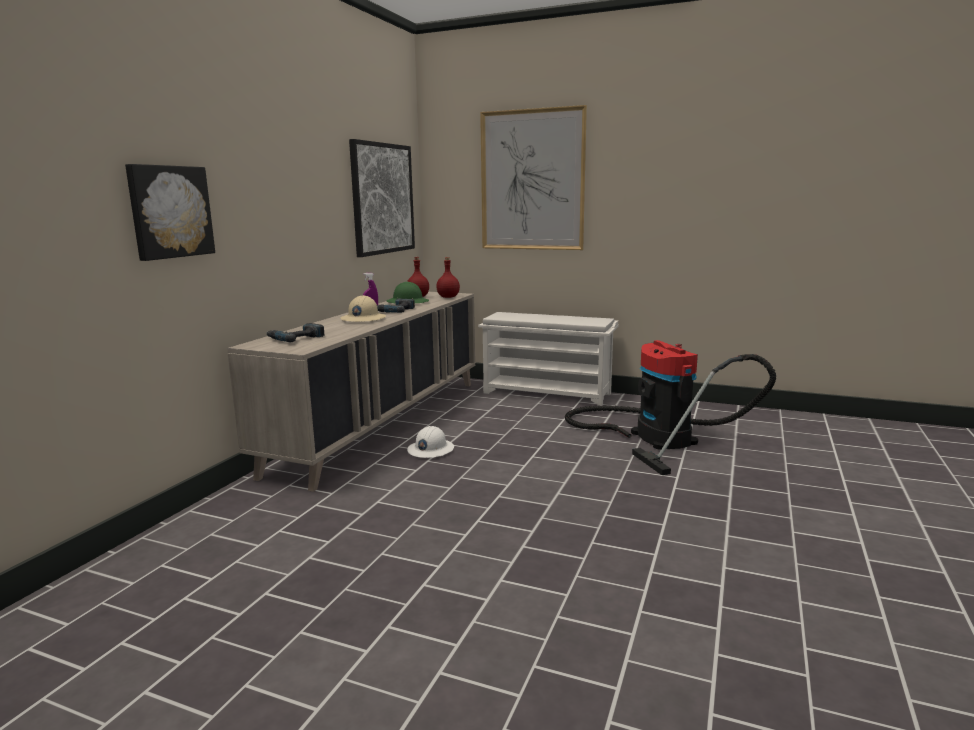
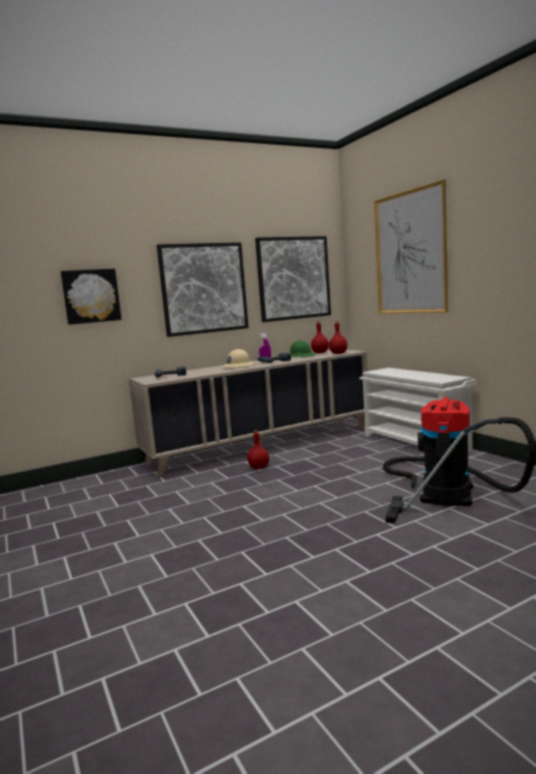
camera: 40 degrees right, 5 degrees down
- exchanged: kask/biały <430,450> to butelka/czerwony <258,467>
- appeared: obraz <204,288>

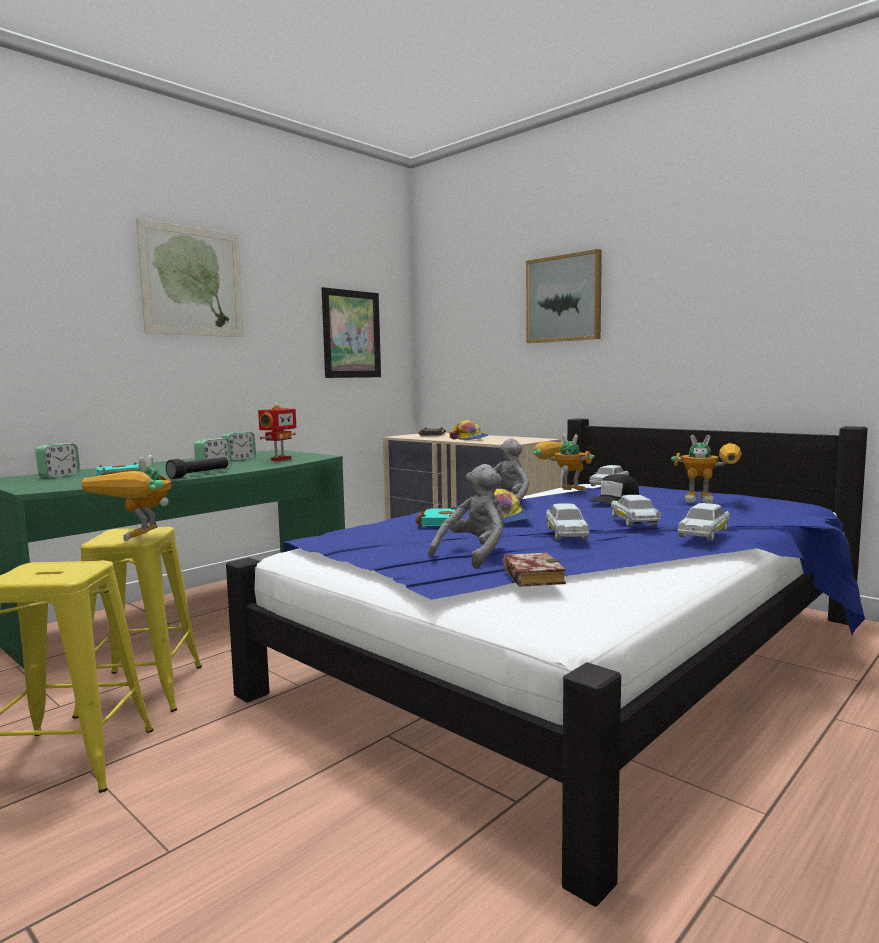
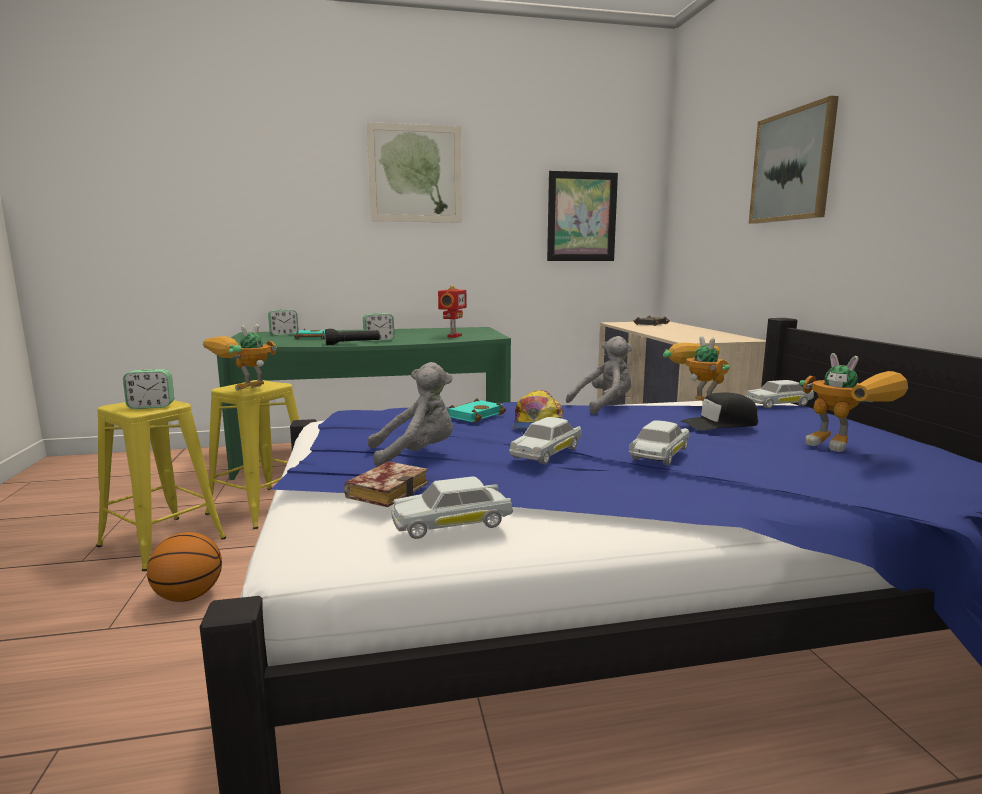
camera: 35 degrees right, 5 degrees up
- relocated: budzik <239,459> to <151,406>
- spun: robot zabawkowy <279,459> = <453,336> 45 degrees counterclockwise
- missing: czapka z daszkiem <469,438>
- relocated: samochodzik/biały <703,533> to <452,523>
- appeared: piłka do koszykówki <188,596>

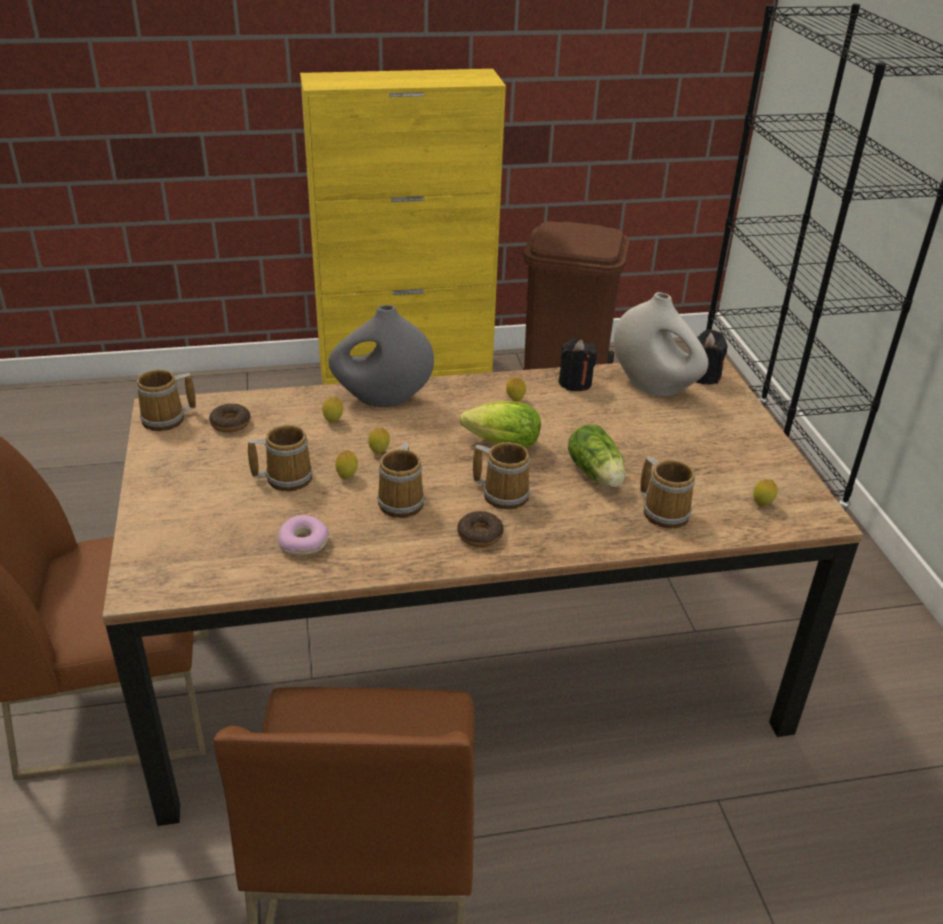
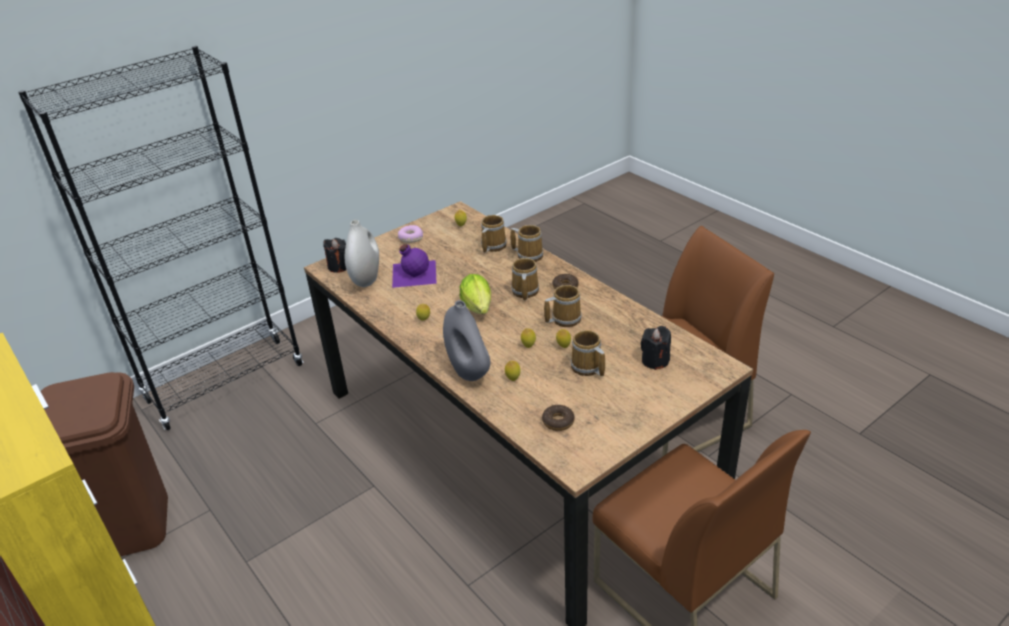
camera: 115 degrees left, 0 degrees up
- relocated: kubek <167,419> to <529,255>
- relocated: donut <304,542> to <410,238>
- relocated: świeca/czarny <575,383> to <655,361>
- missing: sałata <597,475>
- appeared: butelka/fioletowy <413,273>

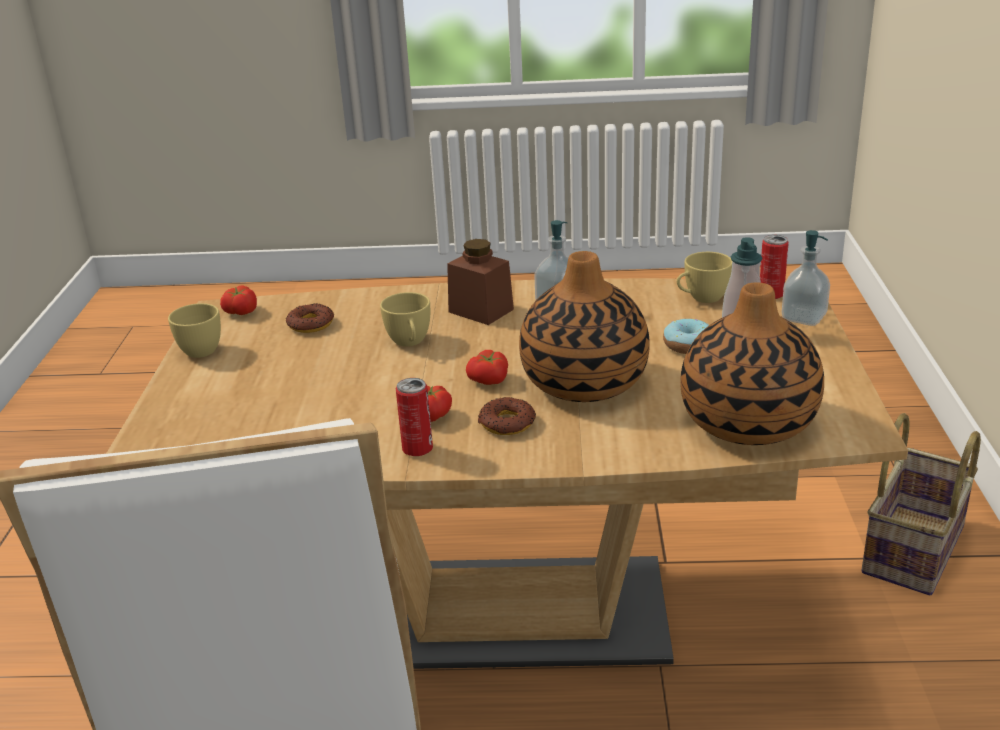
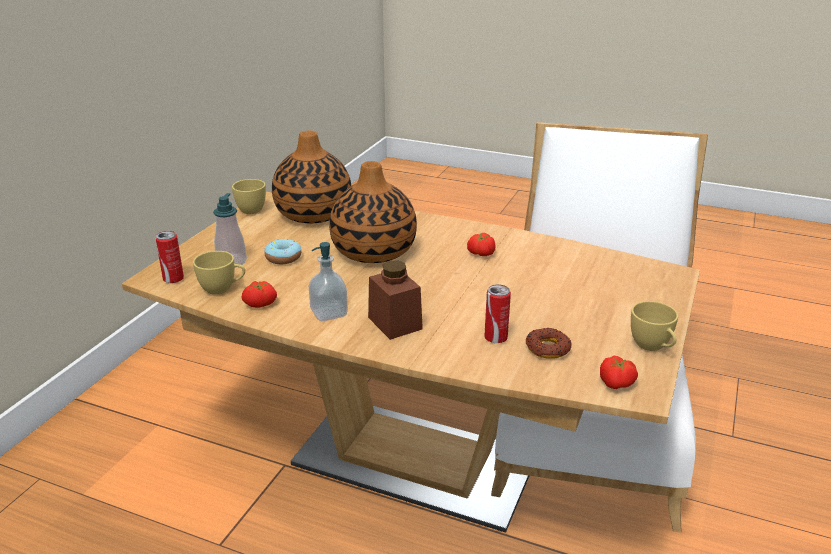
camera: 160 degrees left, 0 degrees up
- relocated: filiżanka/żółty <410,343> to <252,209>
- relocated: puszka <417,449> to <496,338>
- relocated: pomidor <490,381> to <260,303>
- missing: donut <507,423>
- missing: dozownik mydła <803,317>
- missing: koszyk <915,550>

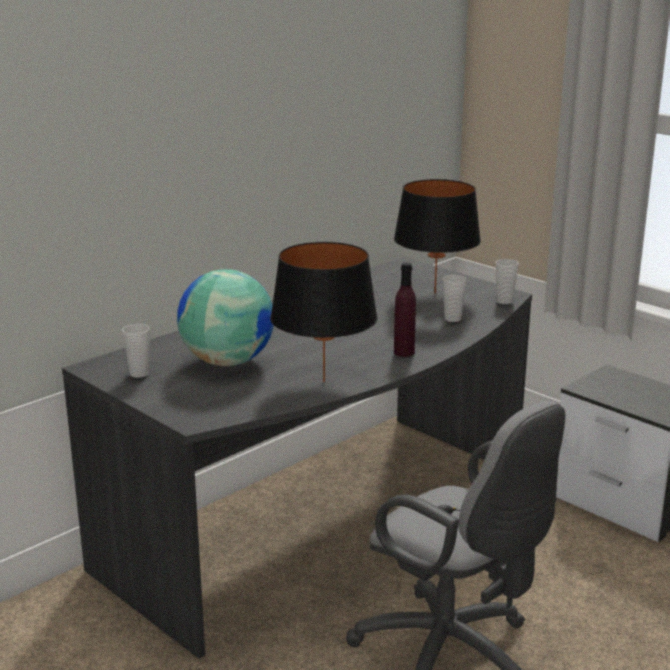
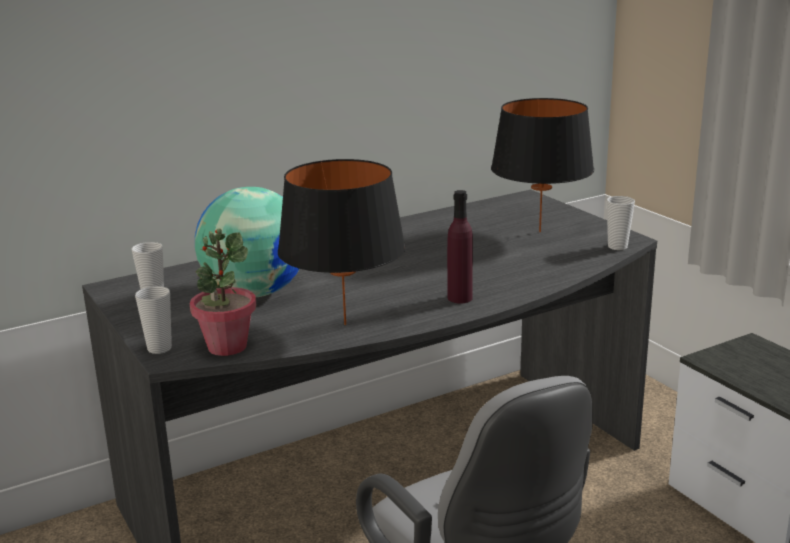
camera: 15 degrees right, 0 degrees up
- relocated: filiżanka <452,319> to <159,348>
- appeared: roślina doniczkowa <227,346>

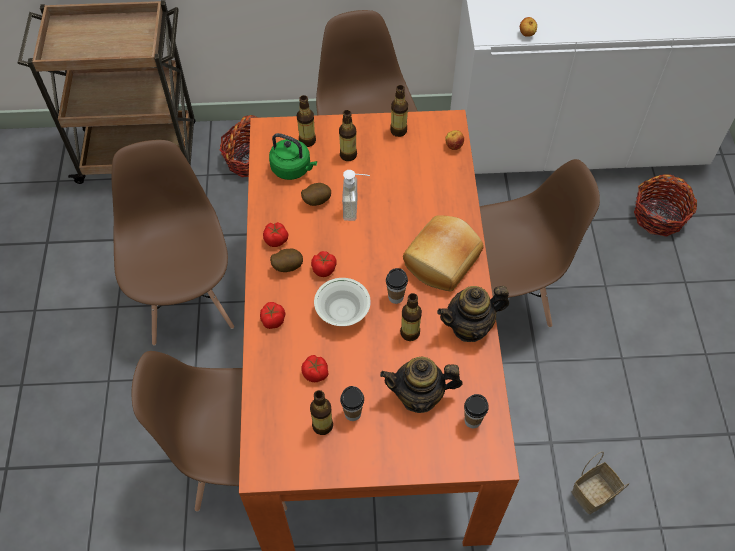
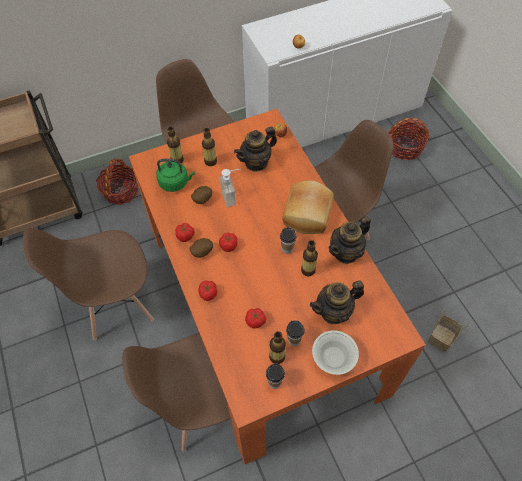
camera: 20 degrees left, 0 degrees up
- spun: krzesło/brązowy <189,301> = <116,304> 75 degrees counterclockwise
- relocated: miska/biały <342,312> to <333,358>
- missing: butelka <398,130>
- relocated: filiżanka <472,420> to <274,382>
- appeared: imbryk <256,162>

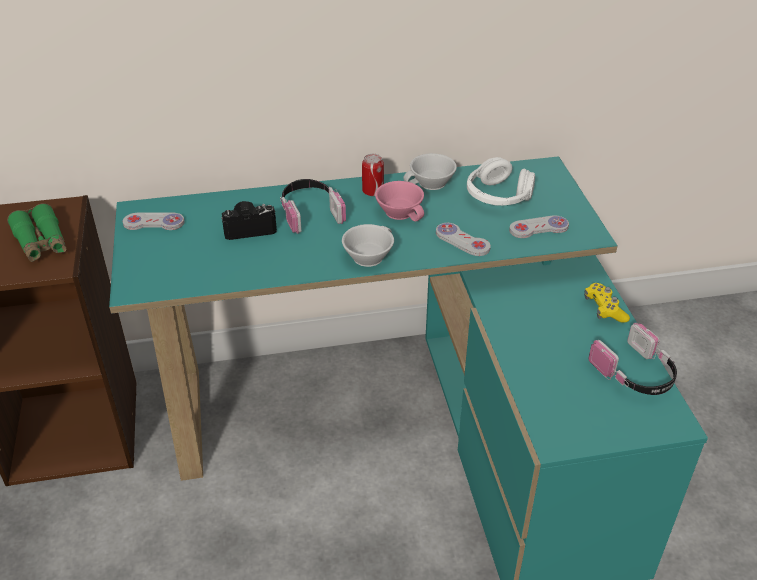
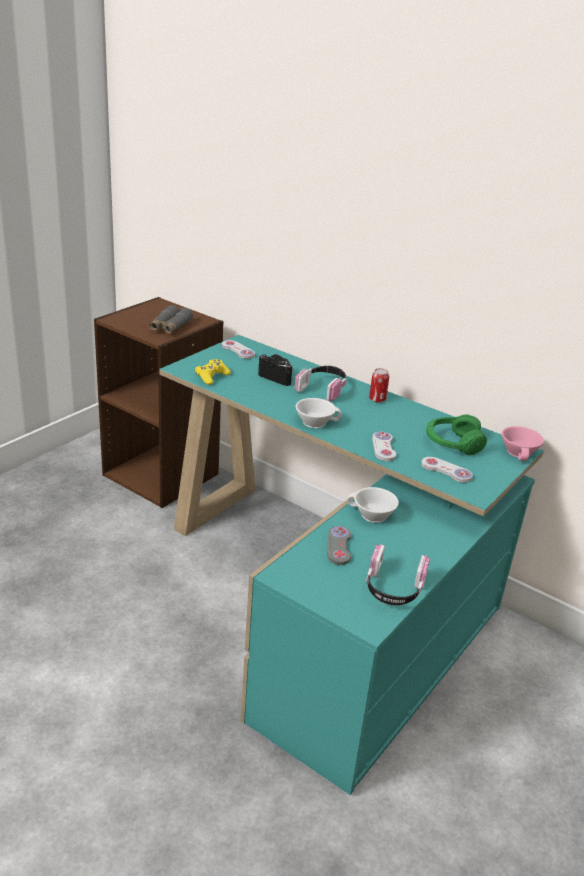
camera: 45 degrees right, 10 degrees down
- colour: lornetka/zielony <41,242> to lornetka/szary <170,327>
- relocated: filiżanka/różowy <401,211> to <520,452>
- relocated: filiżanka/biały <431,184> to <371,515>
- colour: słuchawki/biały <498,196> to słuchawki/zielony <453,443>
- relocated: pad do gier/żółty <604,309> to <212,377>
- appeared: pad do gier/szary <339,546>

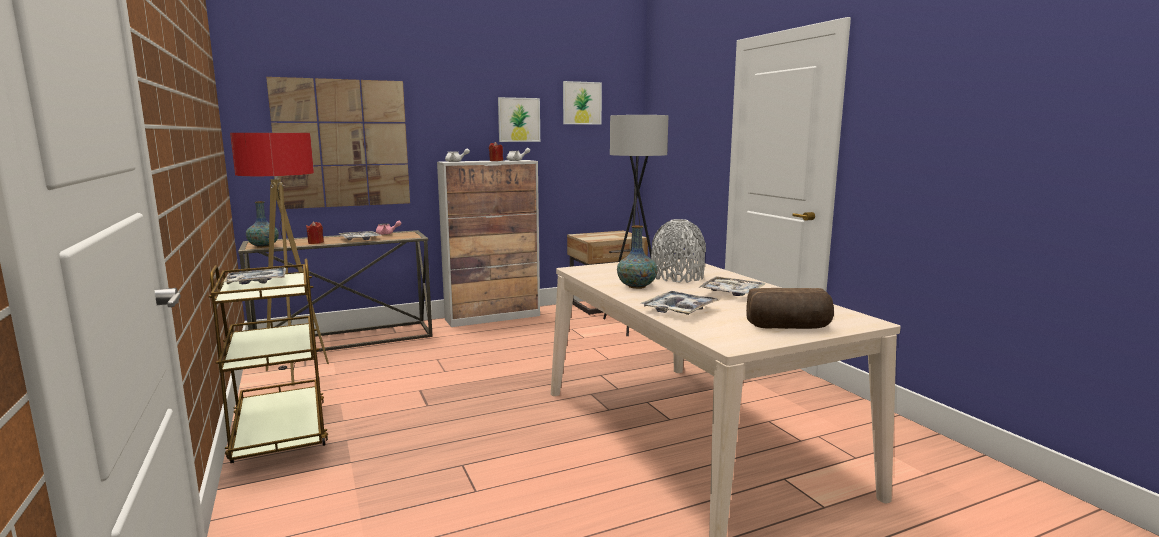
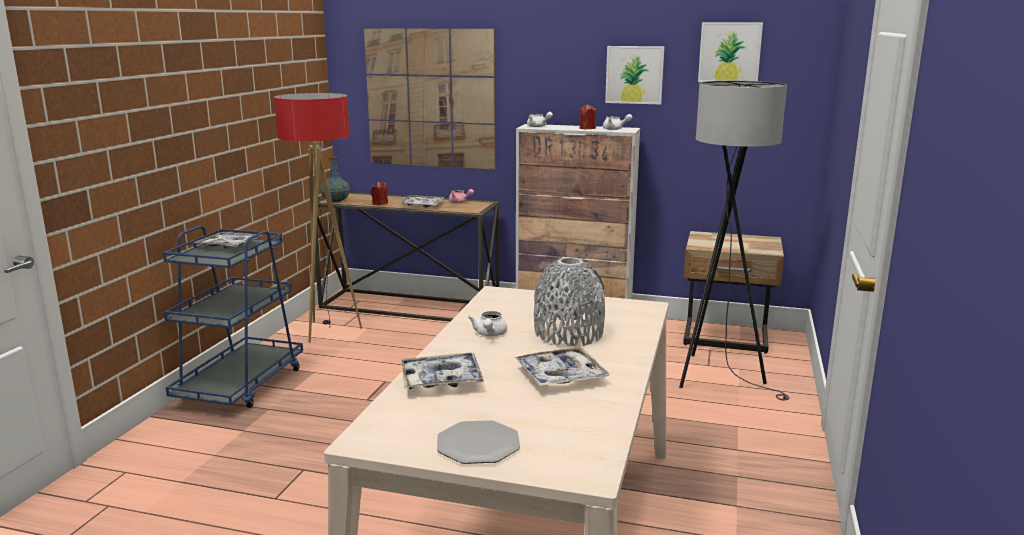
camera: 40 degrees right, 5 degrees up
- colour: wózek/brązowy <280,434> to wózek/niebieski <241,385>
- exchanged: wazon <637,286> to imbryk/biały <489,334>
- exchanged: chleb <789,327> to talerz <478,444>

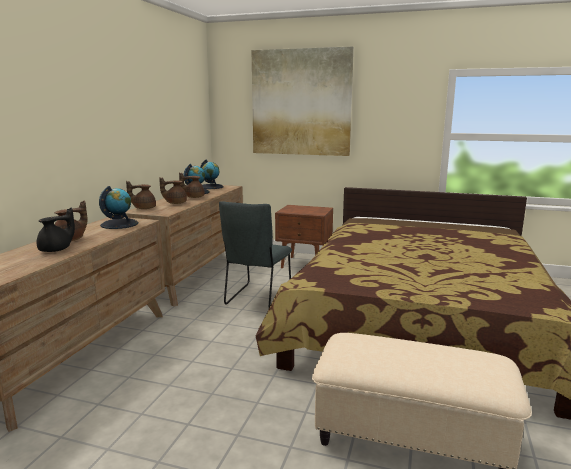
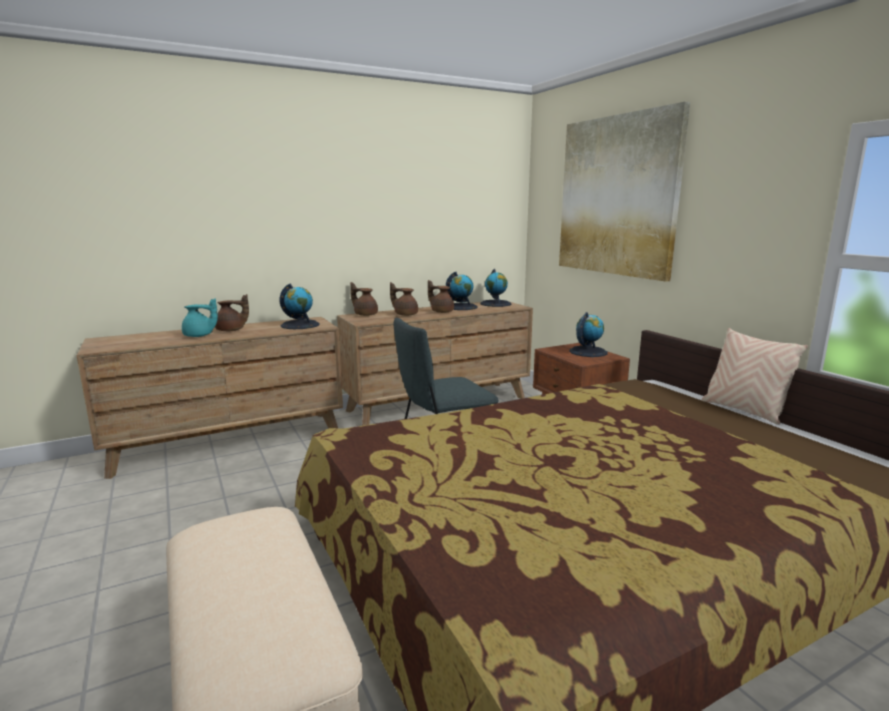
camera: 45 degrees right, 0 degrees up
- colour: imbryk/czarny <56,250> to imbryk/turkusowy <199,336>
- appeared: globus <588,352>
- appeared: poduszka/beżowy <744,411>

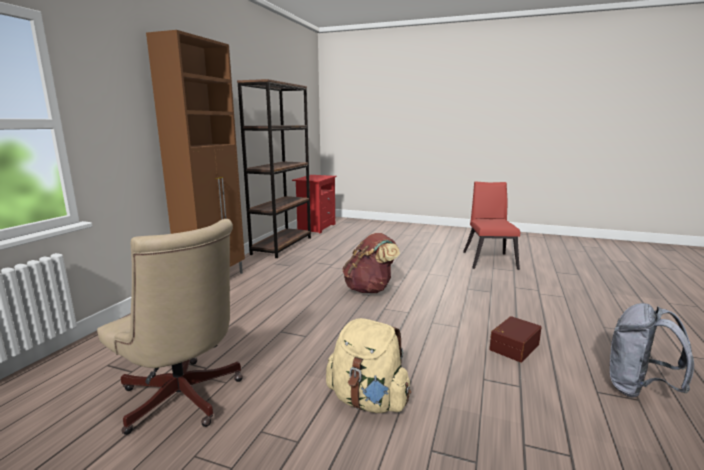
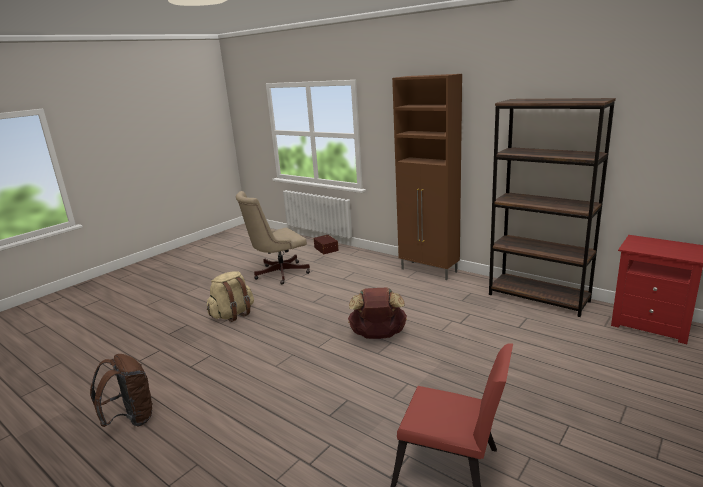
camera: 110 degrees right, 5 degrees up
- relocated: pojemnik do przechowywania/brązowy <513,346> to <326,249>
- colour: plecak/szary <638,389> to plecak/brązowy <131,419>

